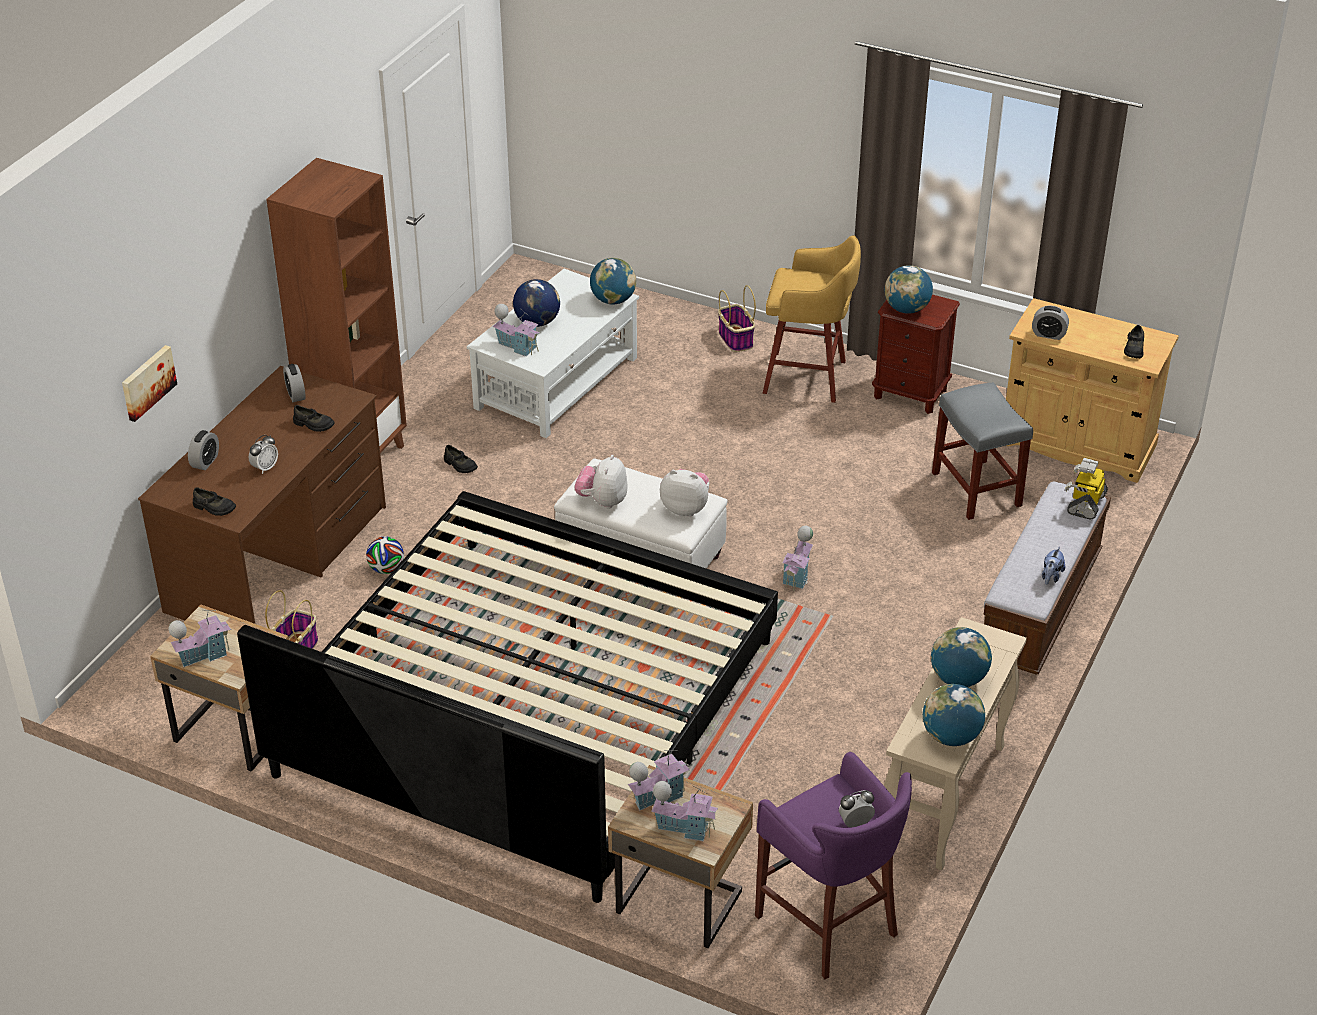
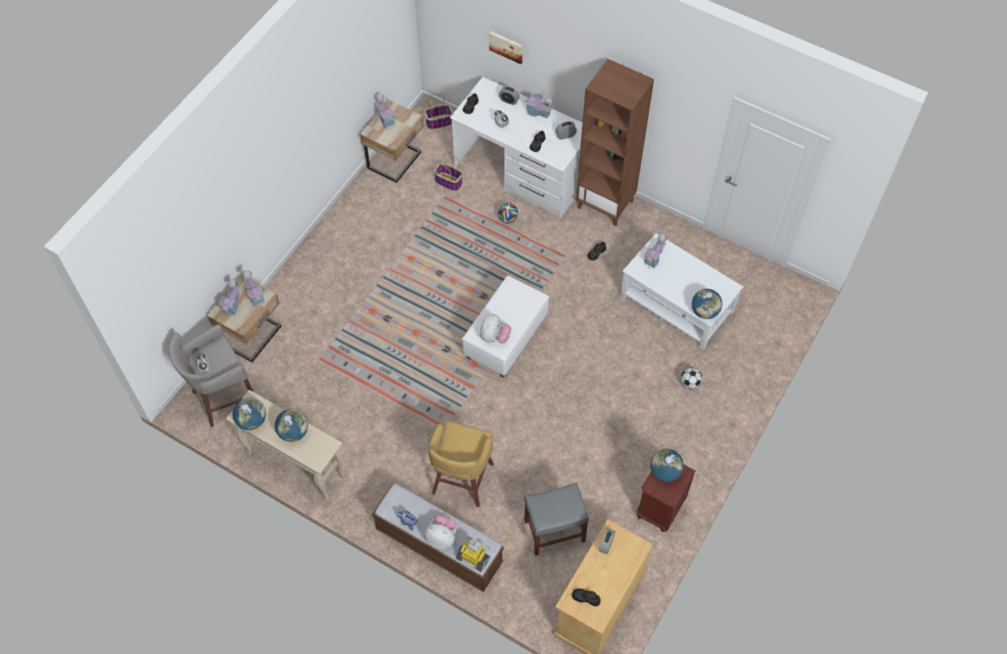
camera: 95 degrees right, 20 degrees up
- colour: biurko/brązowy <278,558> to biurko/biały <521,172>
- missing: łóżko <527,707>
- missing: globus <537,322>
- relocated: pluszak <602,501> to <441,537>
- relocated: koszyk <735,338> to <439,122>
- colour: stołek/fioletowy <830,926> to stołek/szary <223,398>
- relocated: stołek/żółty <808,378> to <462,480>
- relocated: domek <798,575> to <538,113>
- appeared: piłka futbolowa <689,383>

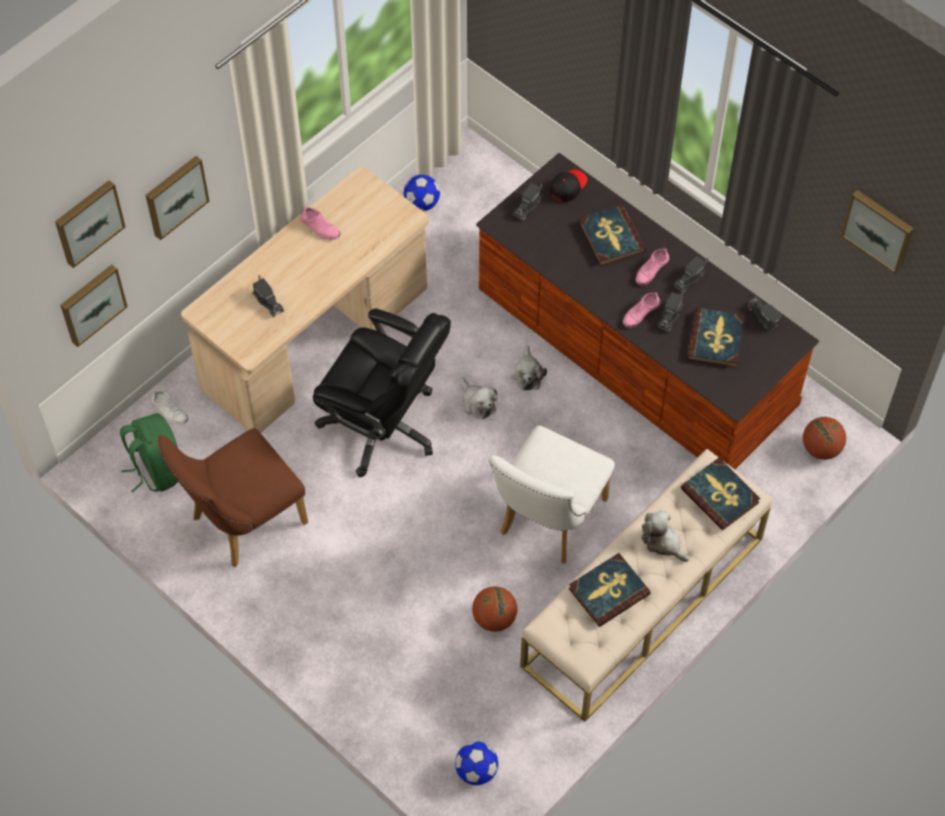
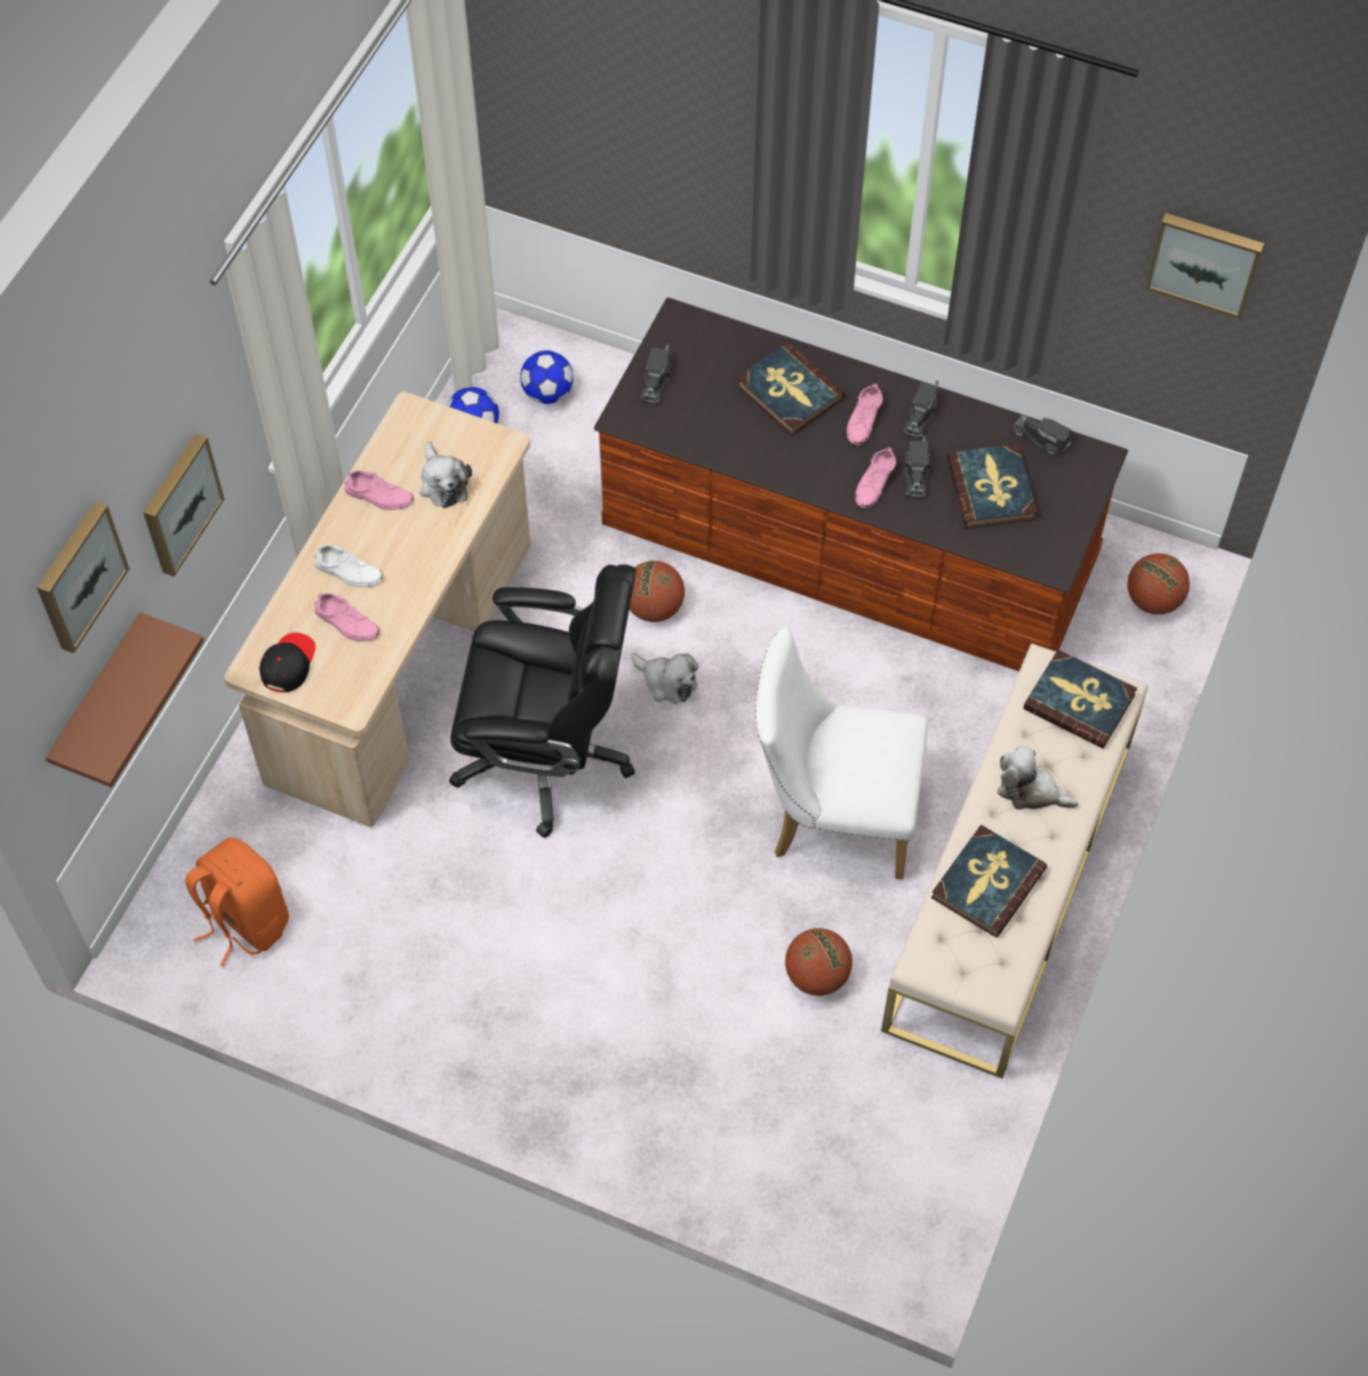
camera: 20 degrees left, 0 degrees up
- exchanged: obraz <91,303> to półka/brązowy <100,702>
- colour: plecak/zielony <156,469> to plecak/pomarańczowy <244,921>
- relocated: but/biały <169,411> to <348,572>
- missing: krzesło/brązowy <241,523>
- exchanged: ciężarówka zabawkowa <268,301> to but/różowy <347,623>
- relocated: piłka futbolowa <476,771> to <548,393>
- spun: krzesło/biały <547,521> = <832,816> 90 degrees clockwise
- relocated: pluszak <528,374> to <443,483>
- relocated: czapka z daszkiem/czarny <568,187> to <288,665>
- appeared: piłka do koszykówki <654,608>

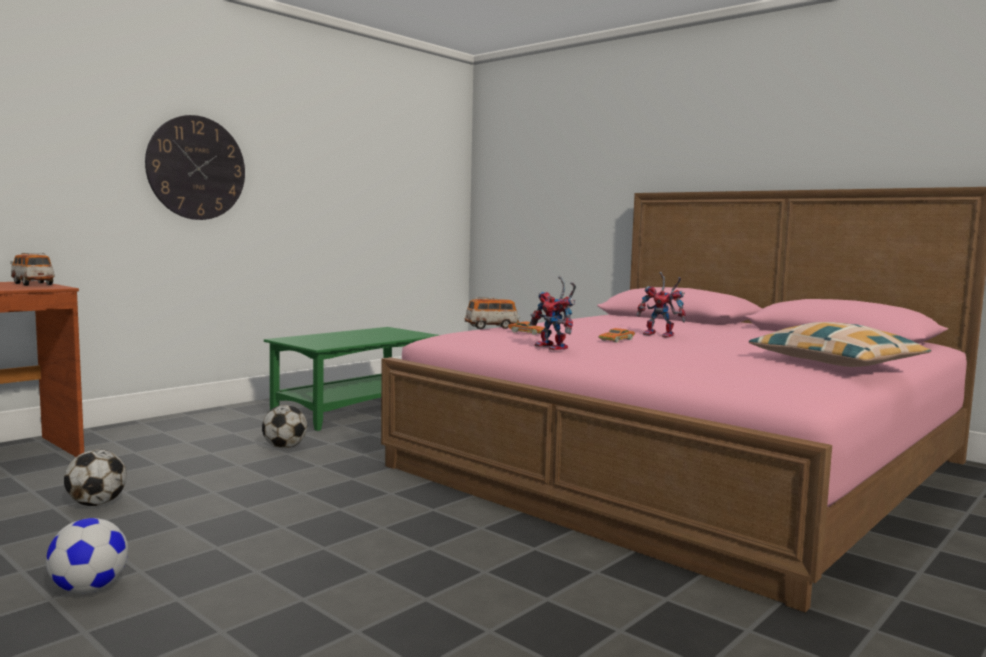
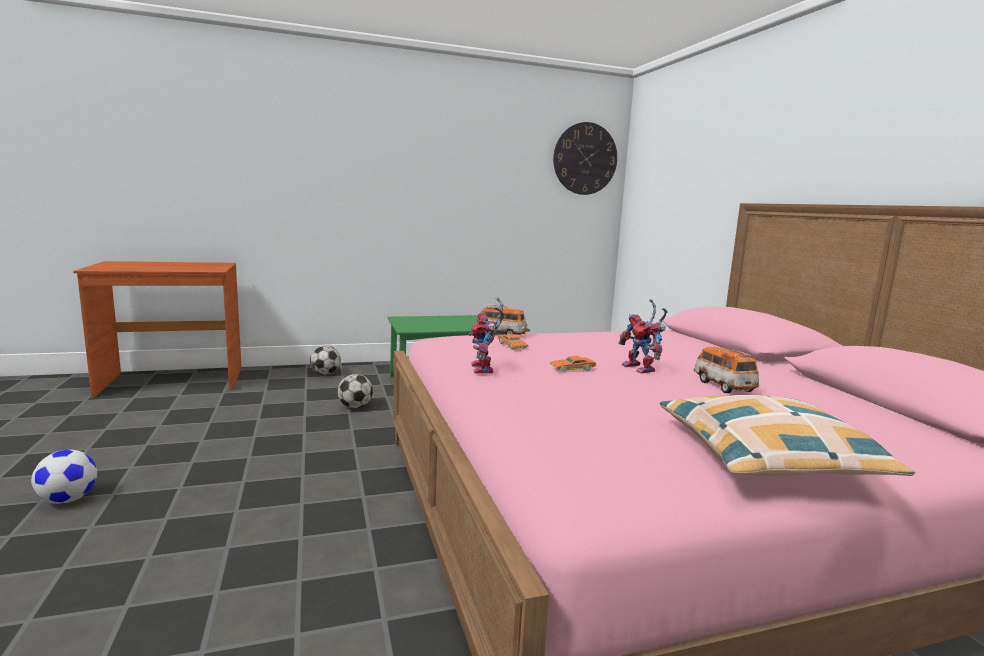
camera: 30 degrees right, 5 degrees up
- relocated: samochodzik <32,284> to <723,386>
- relocated: piłka futbolowa <97,504> to <325,374>
- relocated: zegar ścienny <196,168> to <585,159>

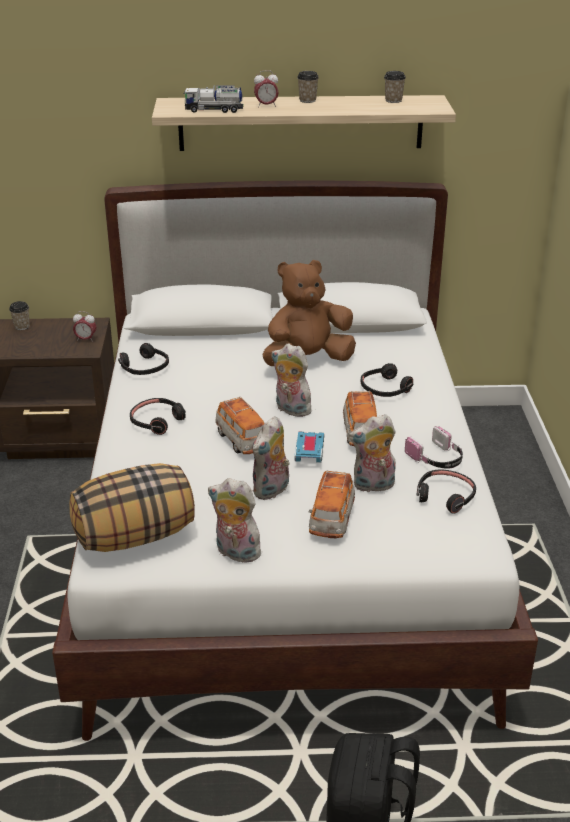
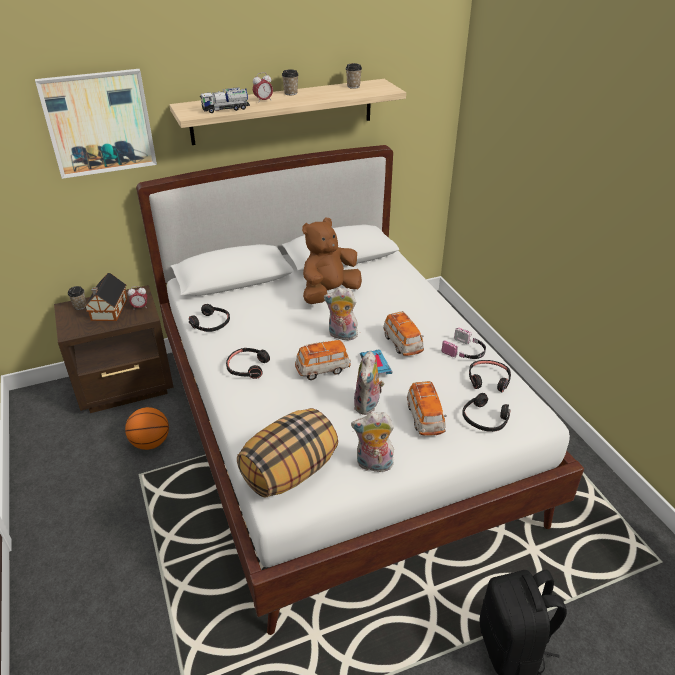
camera: 20 degrees left, 5 degrees up
- spun: samochodzik <242,441> = <323,369> 60 degrees counterclockwise
- missing: pluszak <373,486>
- relocated: słuchawki/czarny <385,389> to <485,419>
- appeared: obraz <99,123>
- appeared: domek <108,310>
- appeared: piłka do koszykówki <150,443>

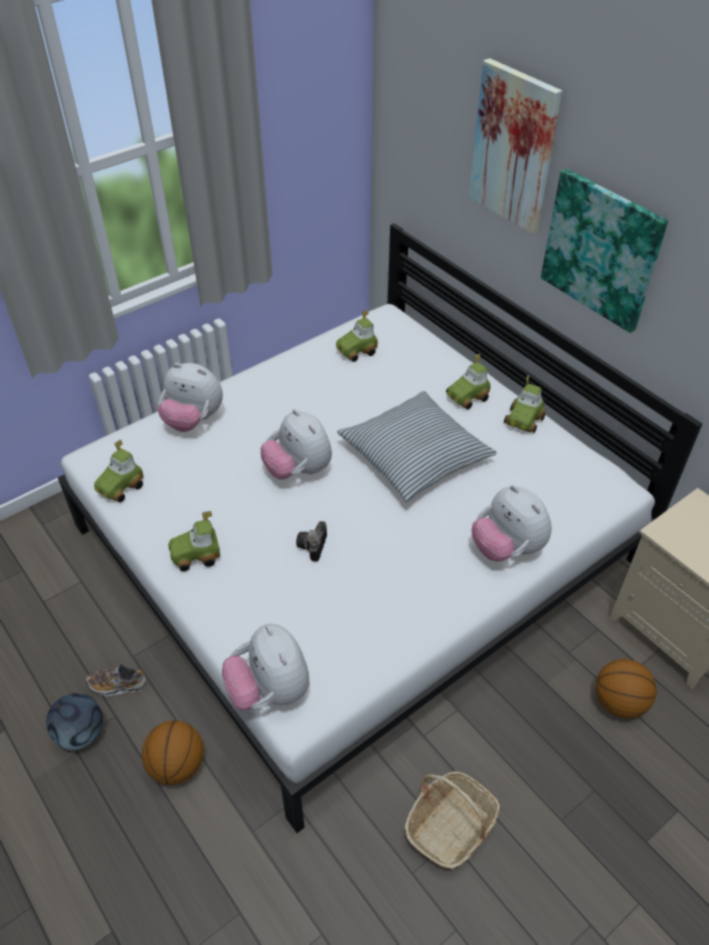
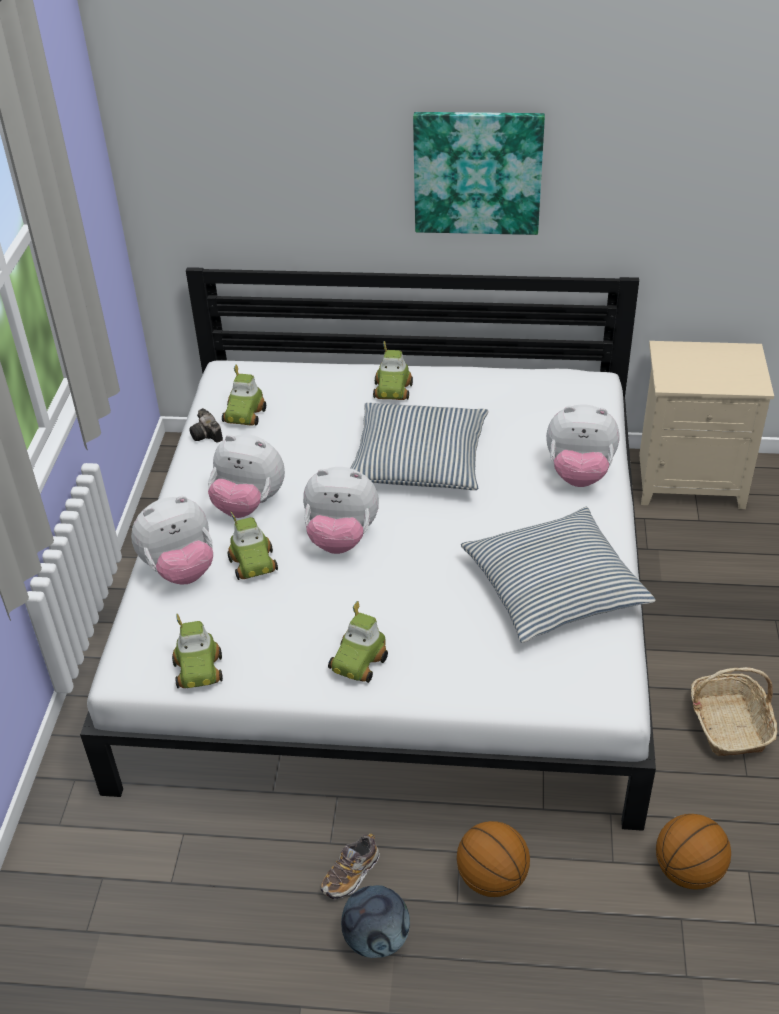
camera: 45 degrees left, 5 degrees down
- relocated: pluszak <270,690> to <248,504>
- relocated: aparat fotograficzny <313,547> to <207,435>
- missing: obraz <514,147>
- relocated: samochodzik <524,420> to <254,564>
- relocated: piłka do koszykówki <619,702> to <688,870>
- appeared: poduszka <554,587>

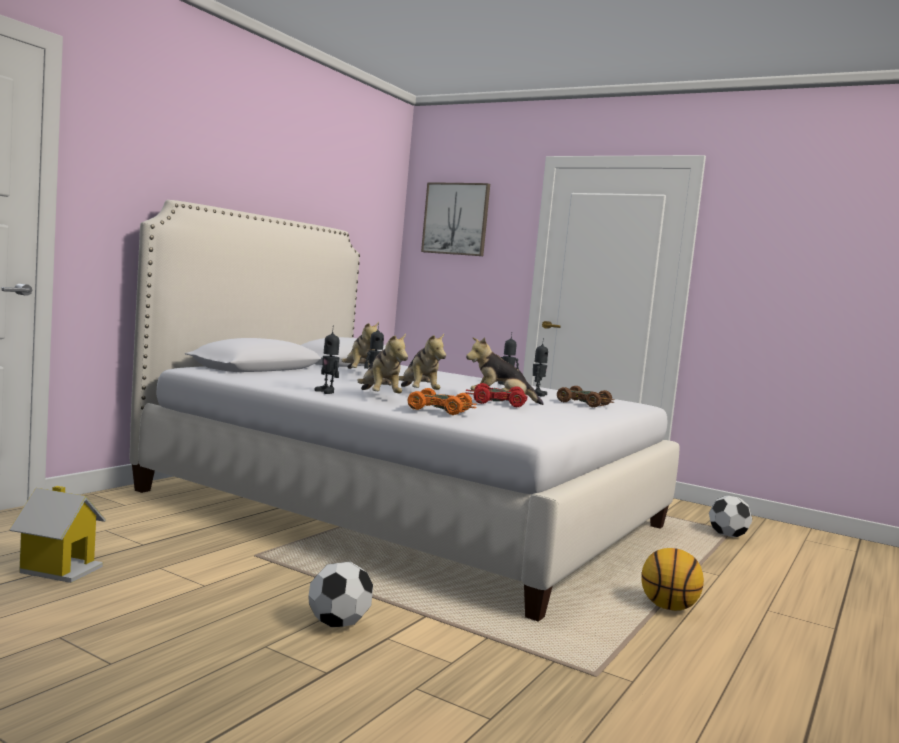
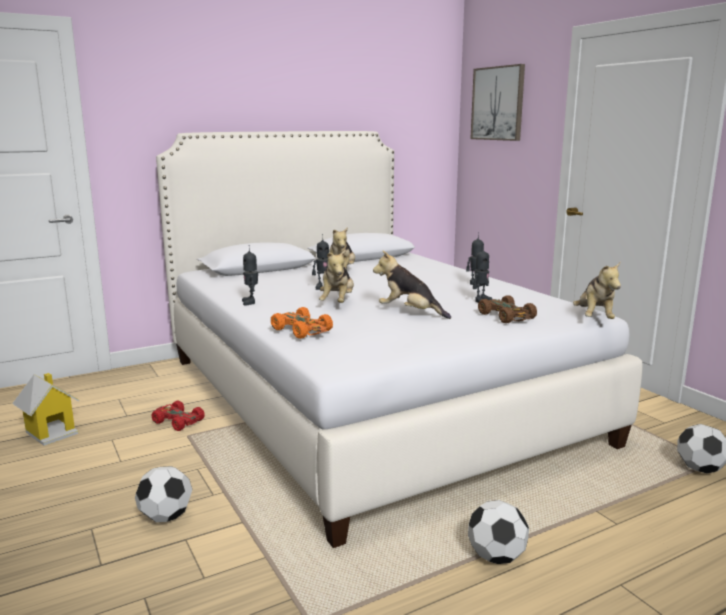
camera: 30 degrees right, 10 degrees up
- relocated: pluszak <379,397> to <594,318>
- relocated: samochodzik/czerwony <497,403> to <177,421>
- exchanged: piłka do koszykówki <668,607> to piłka futbolowa <496,557>

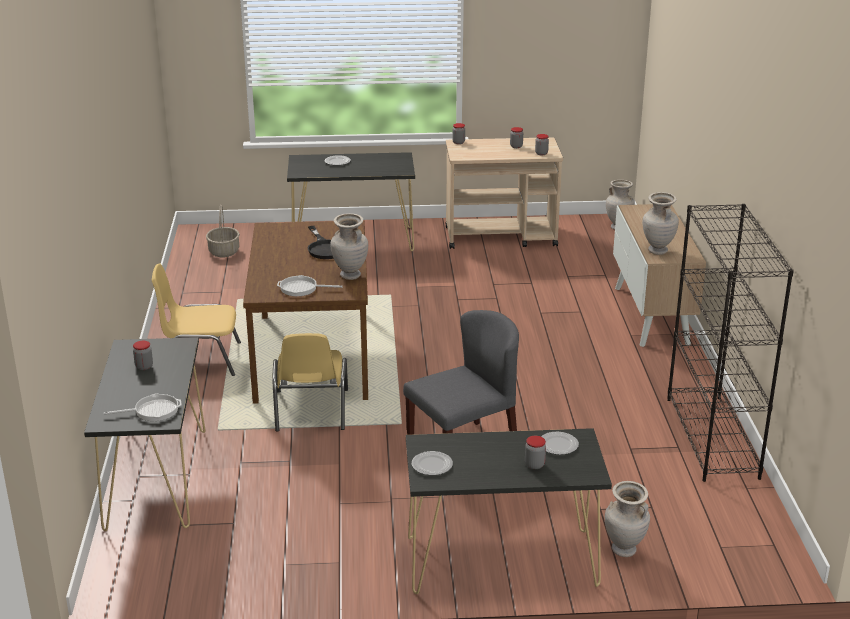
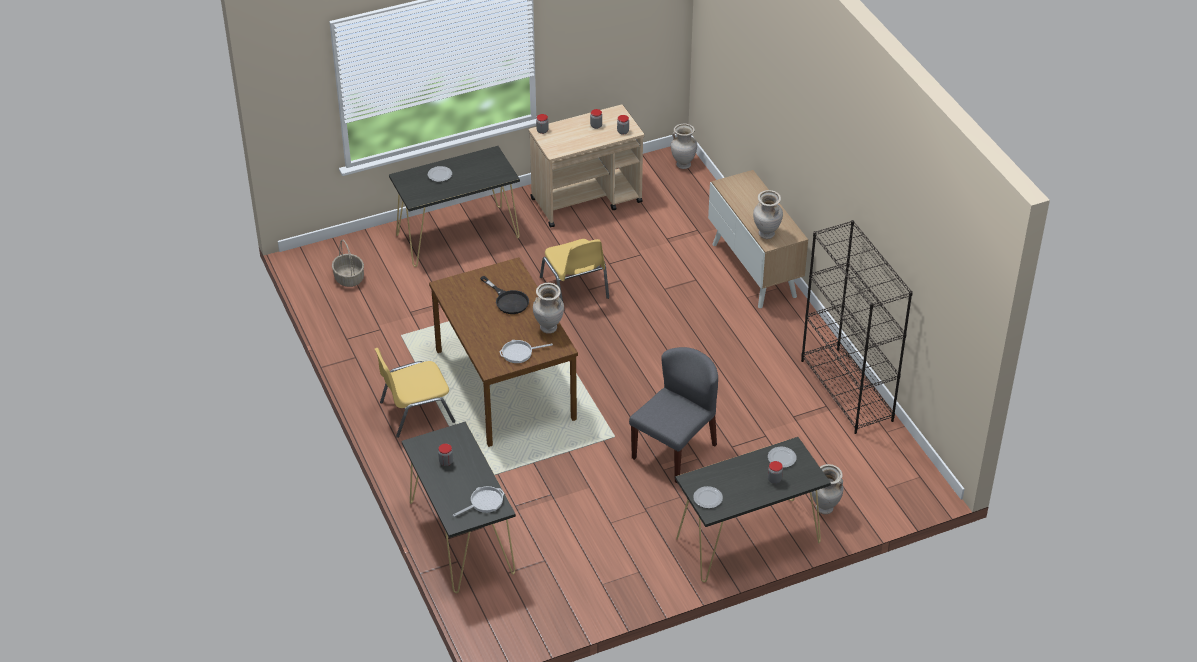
camera: 20 degrees left, 15 degrees up
- relocated: krzesło/żółty <310,411> to <575,288>

